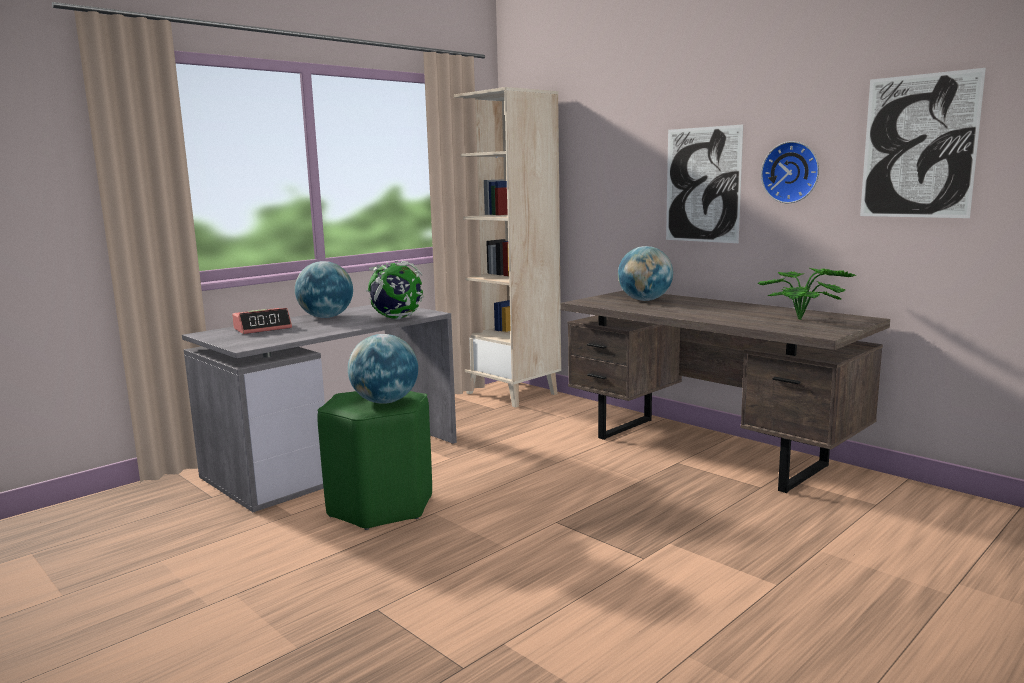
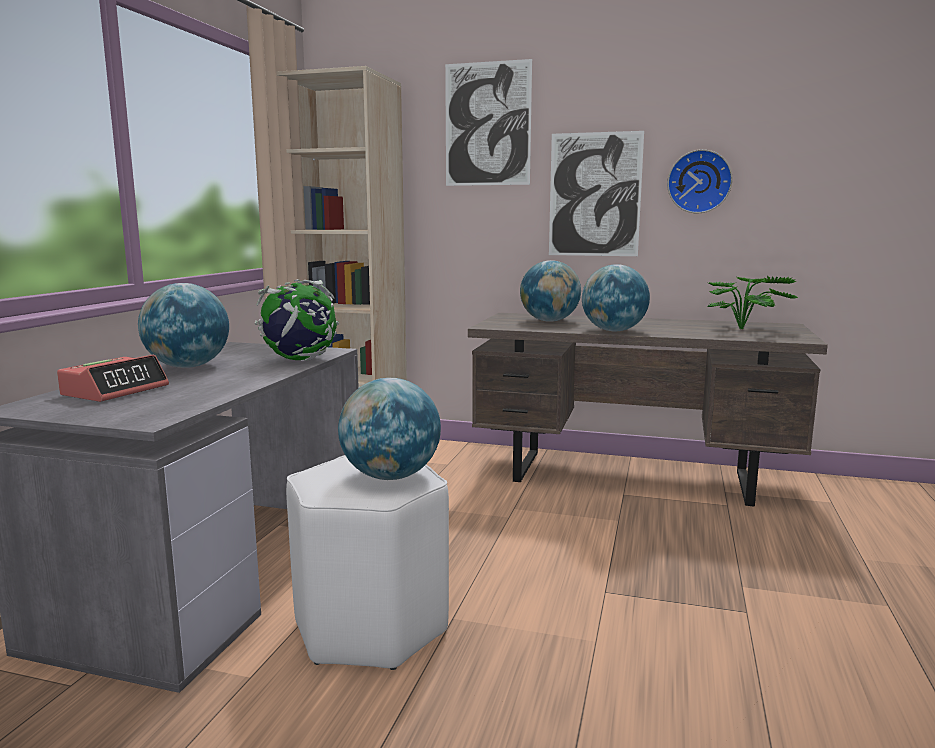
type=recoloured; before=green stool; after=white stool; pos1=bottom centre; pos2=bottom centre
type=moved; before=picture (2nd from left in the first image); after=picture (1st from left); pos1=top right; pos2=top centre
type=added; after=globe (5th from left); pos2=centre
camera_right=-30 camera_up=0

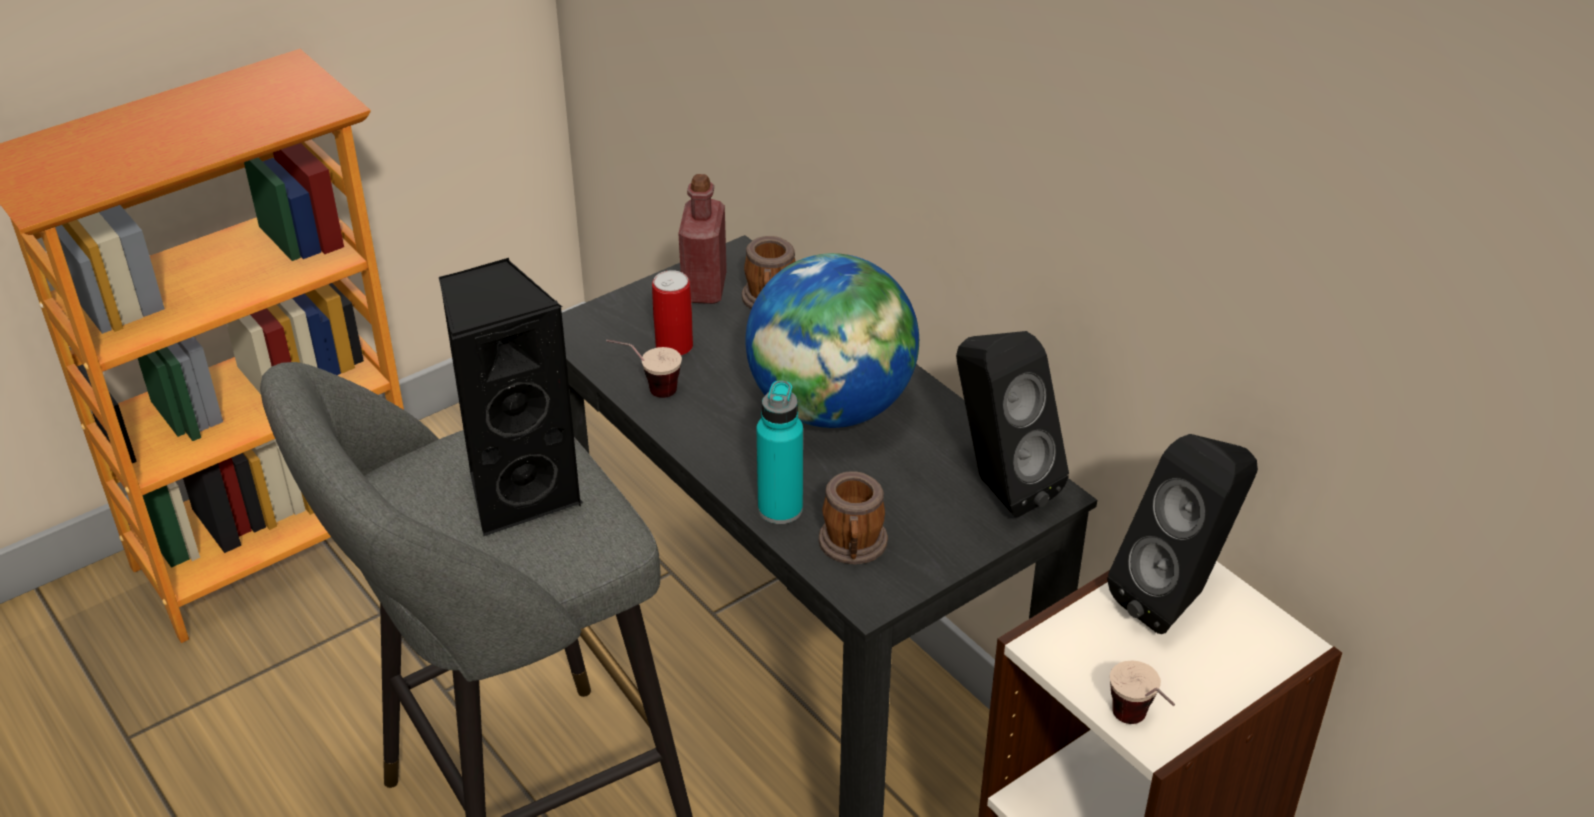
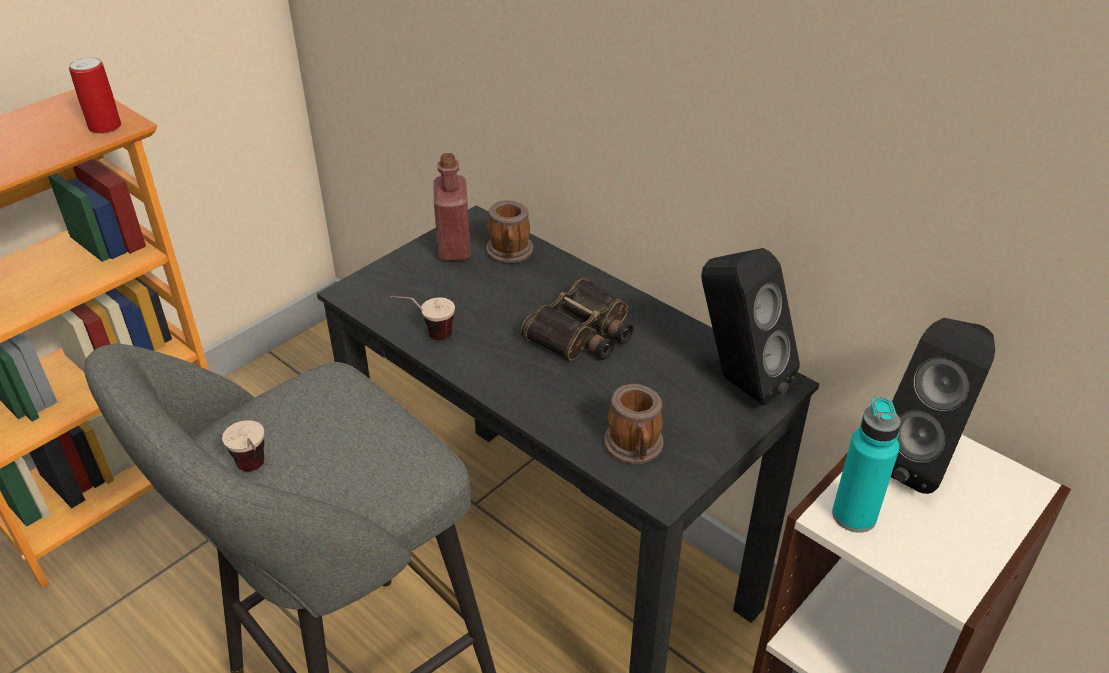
type=removed; before=black speaker (1st from left); pos1=middle left
type=moved; before=can; pos1=centre; pos2=top left
type=replaced; before=globe; after=binoculars; pos1=centre; pos2=centre
type=moved; before=turquoise bottle; pos1=centre; pos2=bottom right
type=moved; before=cup (2nd from left in the first image); after=cup (1st from left); pos1=bottom right; pos2=middle left
camera_right=-10 camera_up=0

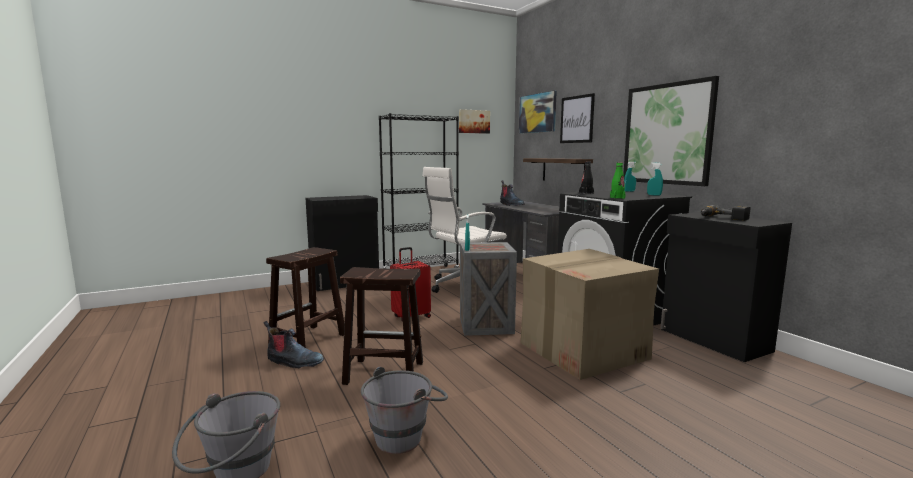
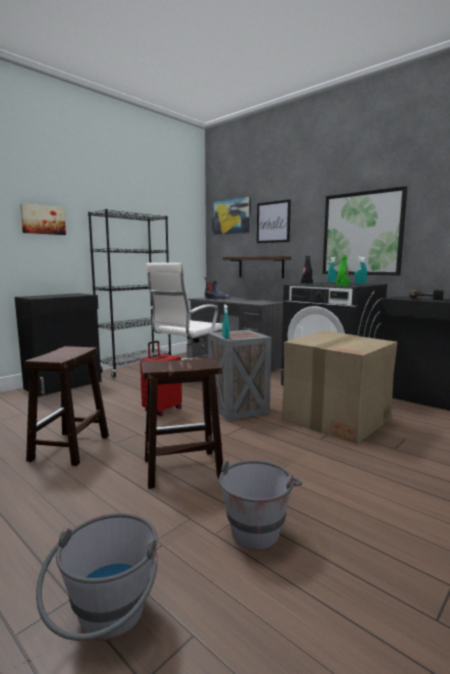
type=removed; before=boot (1st from left); pos1=bottom left
type=moved; before=picture (1st from left); pos1=top centre; pos2=top left
camera_right=-20 camera_up=0

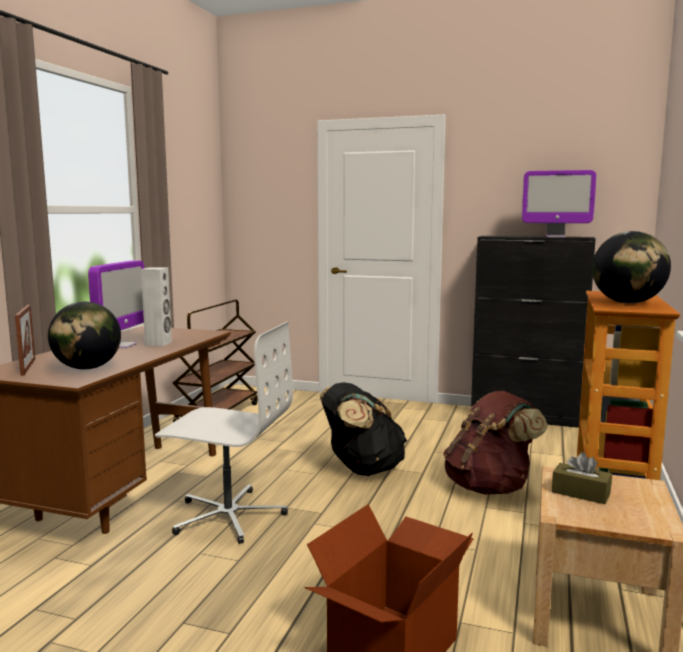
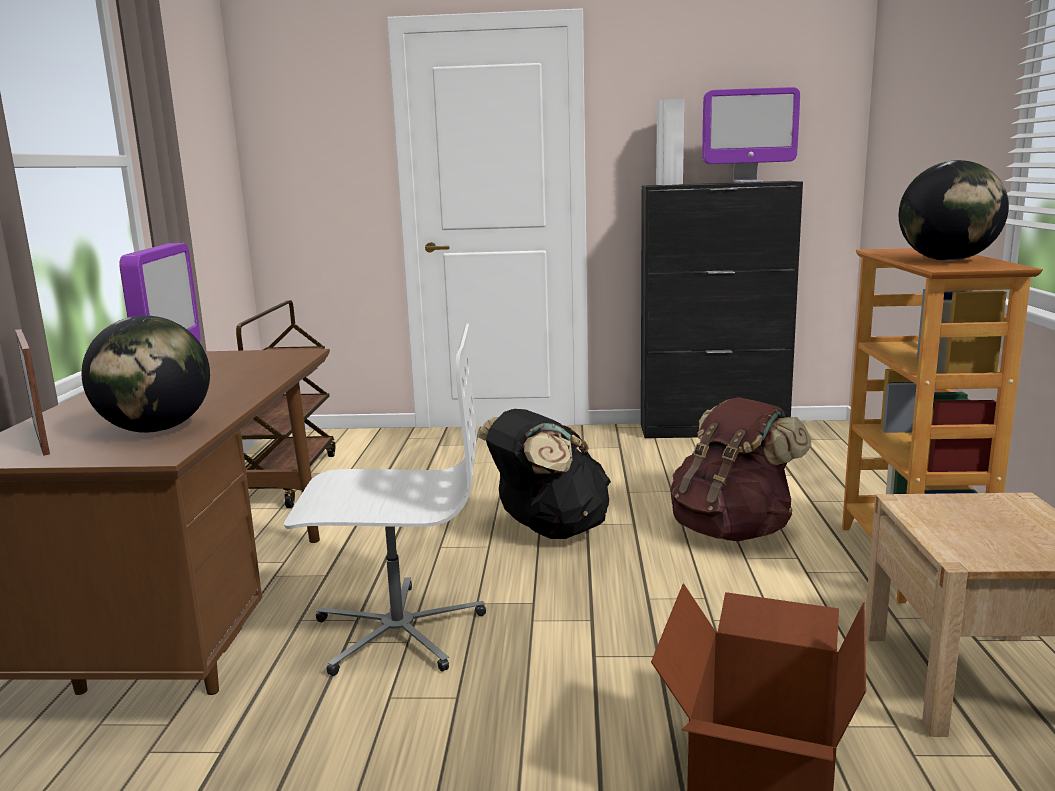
type=moved; before=white speaker; pos1=middle left; pos2=top centre
type=removed; before=brown tissue box; pos1=bottom right
camera_right=-15 camera_up=5

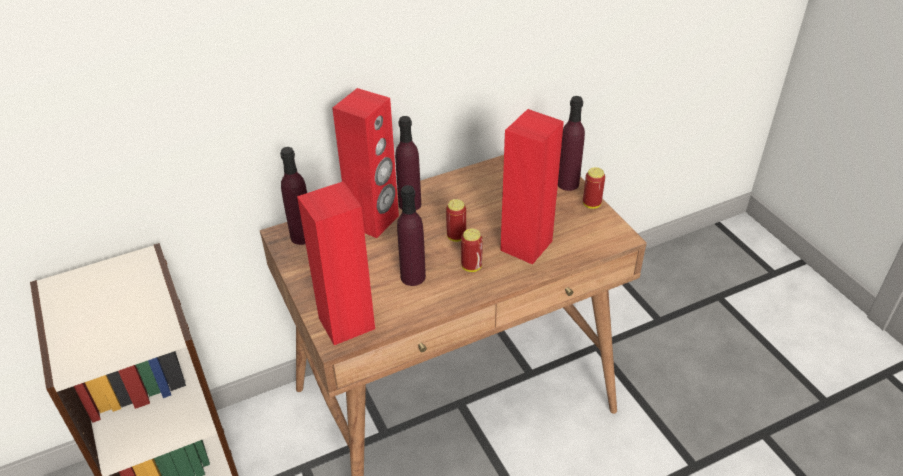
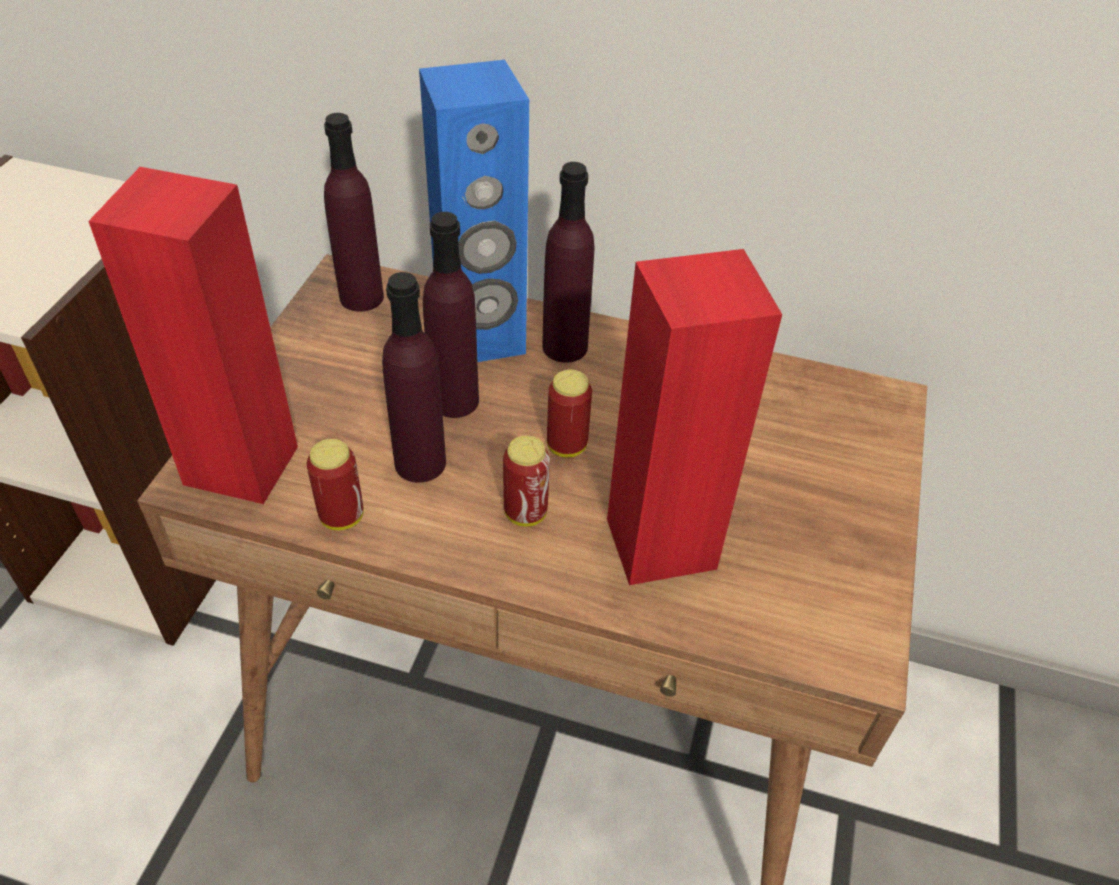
type=recoloured; before=red speaker (2nd from left); after=blue speaker; pos1=centre; pos2=top centre
type=moved; before=purple bottle (4th from left in the first image); after=purple bottle (3rd from left); pos1=top centre; pos2=centre
type=moved; before=can (3rd from left in the first image); after=can (1st from left); pos1=centre; pos2=middle left
camera_right=40 camera_up=5

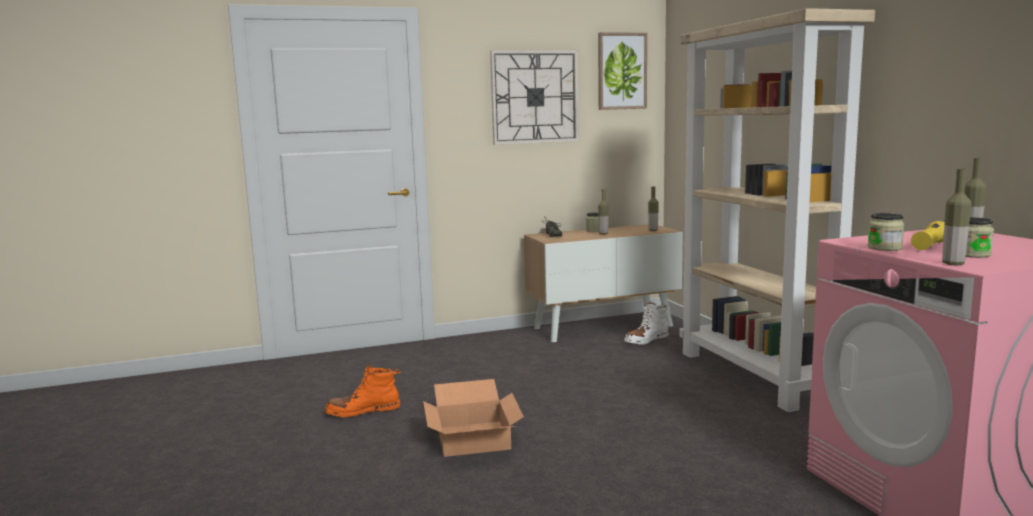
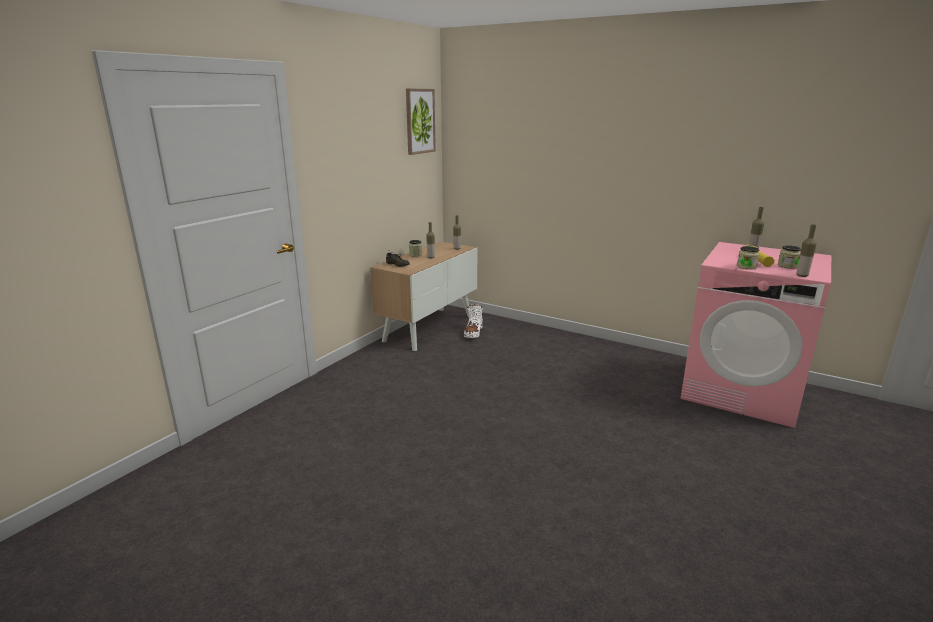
type=removed; before=orange boot; pos1=bottom centre
type=removed; before=cardboard box; pos1=bottom centre
type=removed; before=wall clock; pos1=top centre
type=removed; before=beige bookcase; pos1=middle right
camera_right=-40 camera_up=10

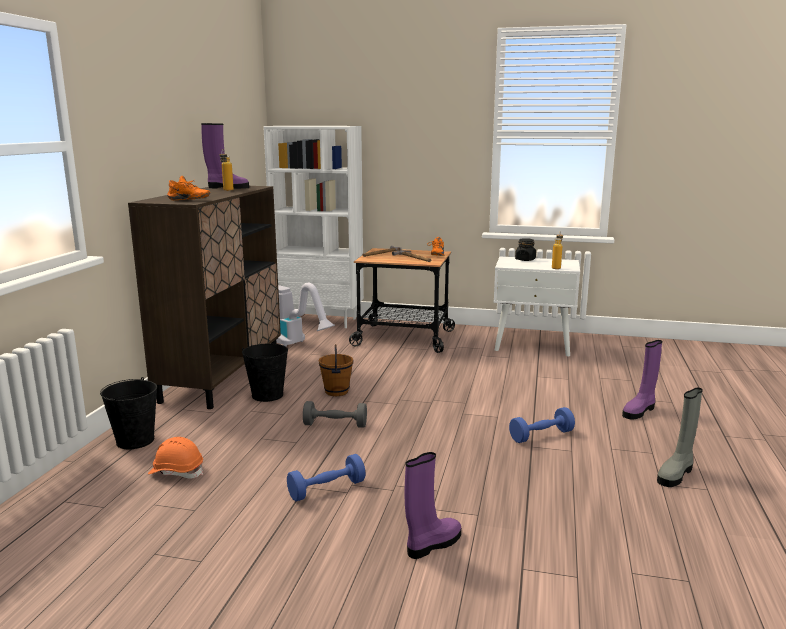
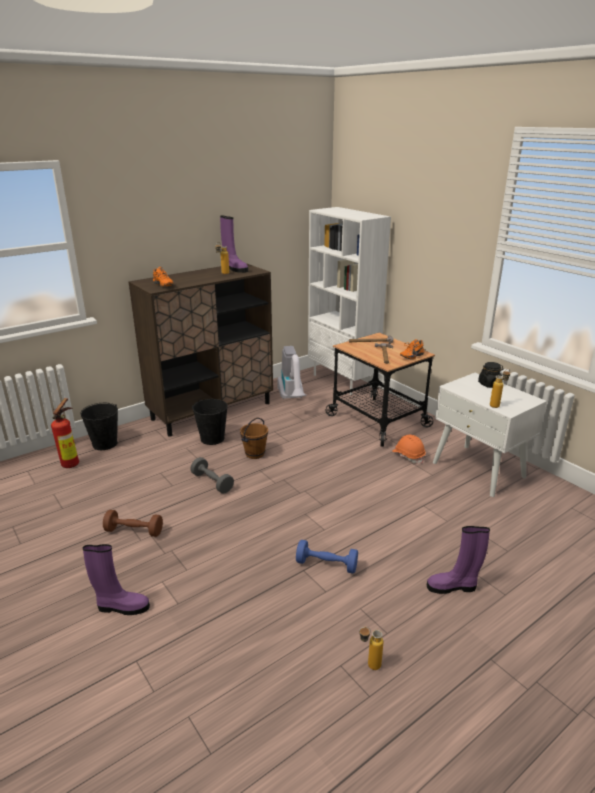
type=moved; before=orange hard hat; pos1=bottom left; pos2=middle right
type=recoloured; before=blue dumbbell (1st from left); after=brown dumbbell; pos1=bottom centre; pos2=middle left
type=replaced; before=grey boot; after=bottle (2nd from left); pos1=bottom right; pos2=bottom centre
type=added; after=fire extinguisher; pos2=middle left
camera_right=40 camera_up=10

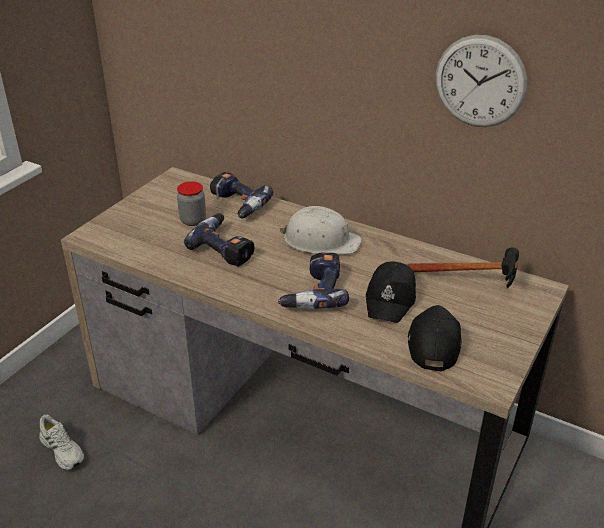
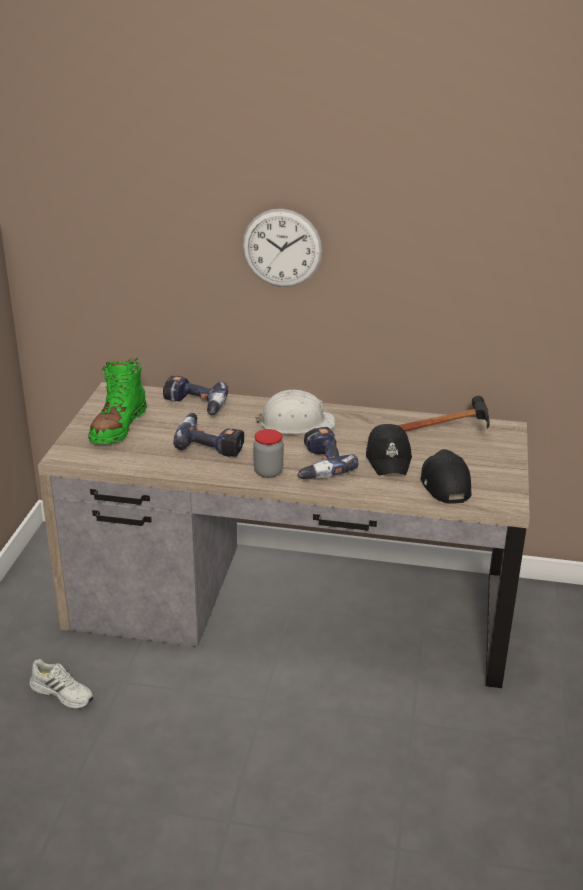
type=moved; before=jar; pos1=middle left; pos2=centre
type=moved; before=wall clock; pos1=top right; pos2=top centre
type=added; after=green boot; pos2=middle left
camera_right=-20 camera_up=-5

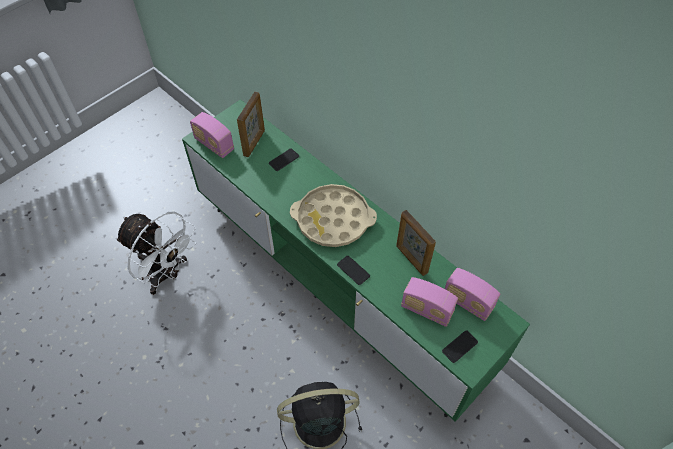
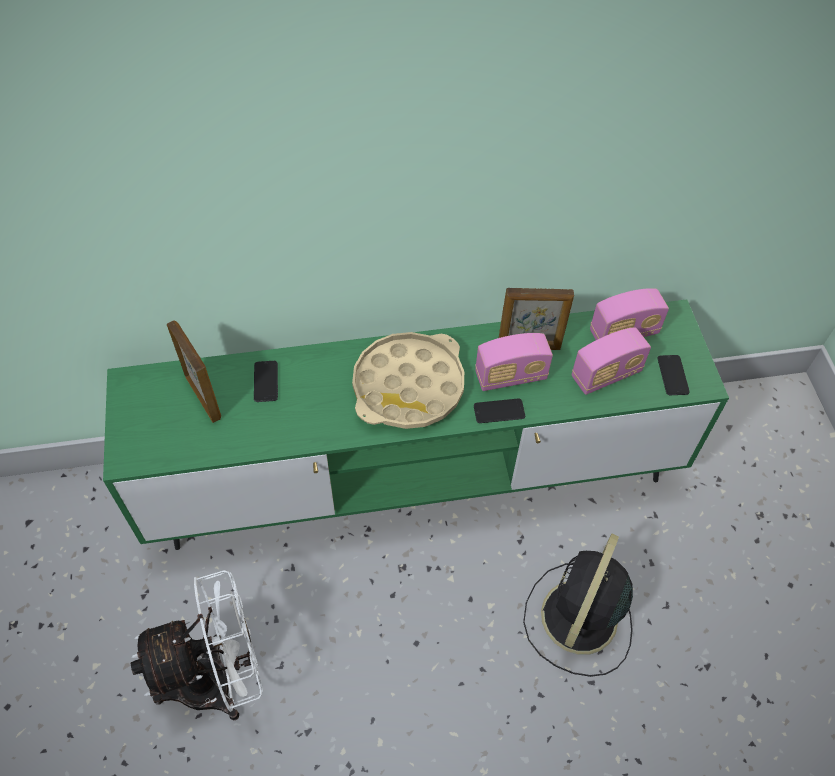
type=moved; before=radio (1st from left); pos1=top left; pos2=centre
camera_right=-55 camera_up=0

